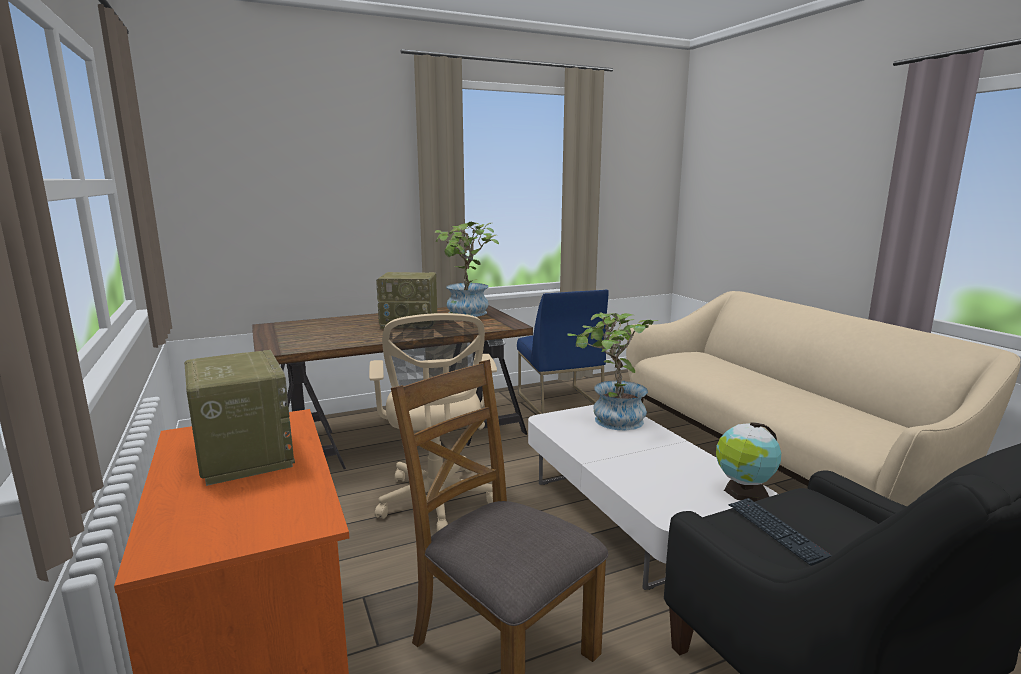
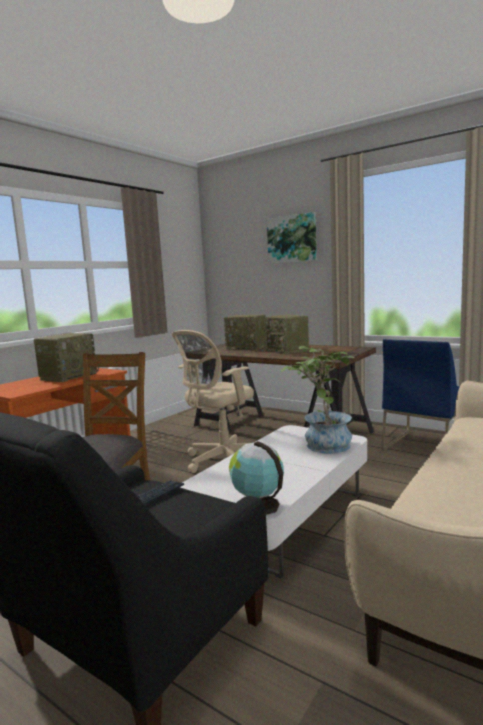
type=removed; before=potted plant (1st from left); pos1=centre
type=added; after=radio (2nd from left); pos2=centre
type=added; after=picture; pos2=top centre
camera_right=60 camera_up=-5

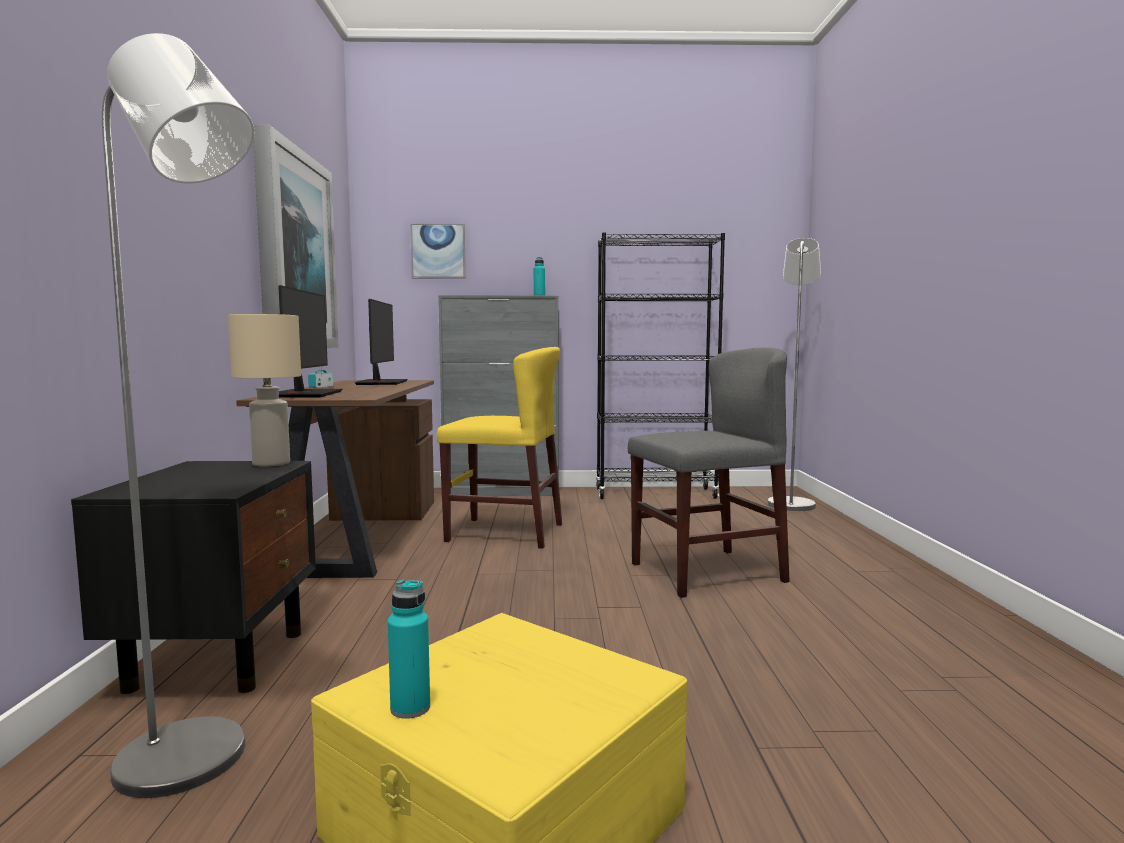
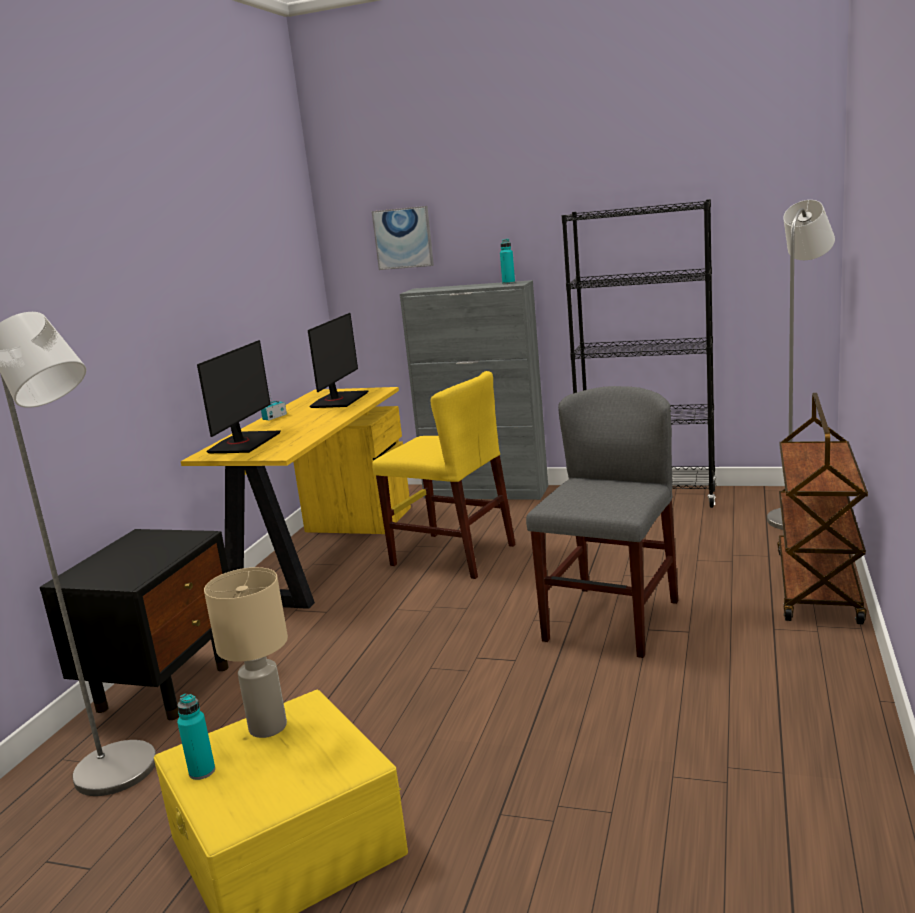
type=moved; before=beige table lamp; pos1=middle left; pos2=bottom left
type=recoloured; before=brown desk; after=yellow desk; pos1=middle left; pos2=middle left
type=removed; before=picture (1st from left); pos1=top left
type=turned; before=grey chair; pos1=centre; pos2=centre; turn=-60
type=added; after=brown cart; pos2=middle right
camera_right=20 camera_up=10

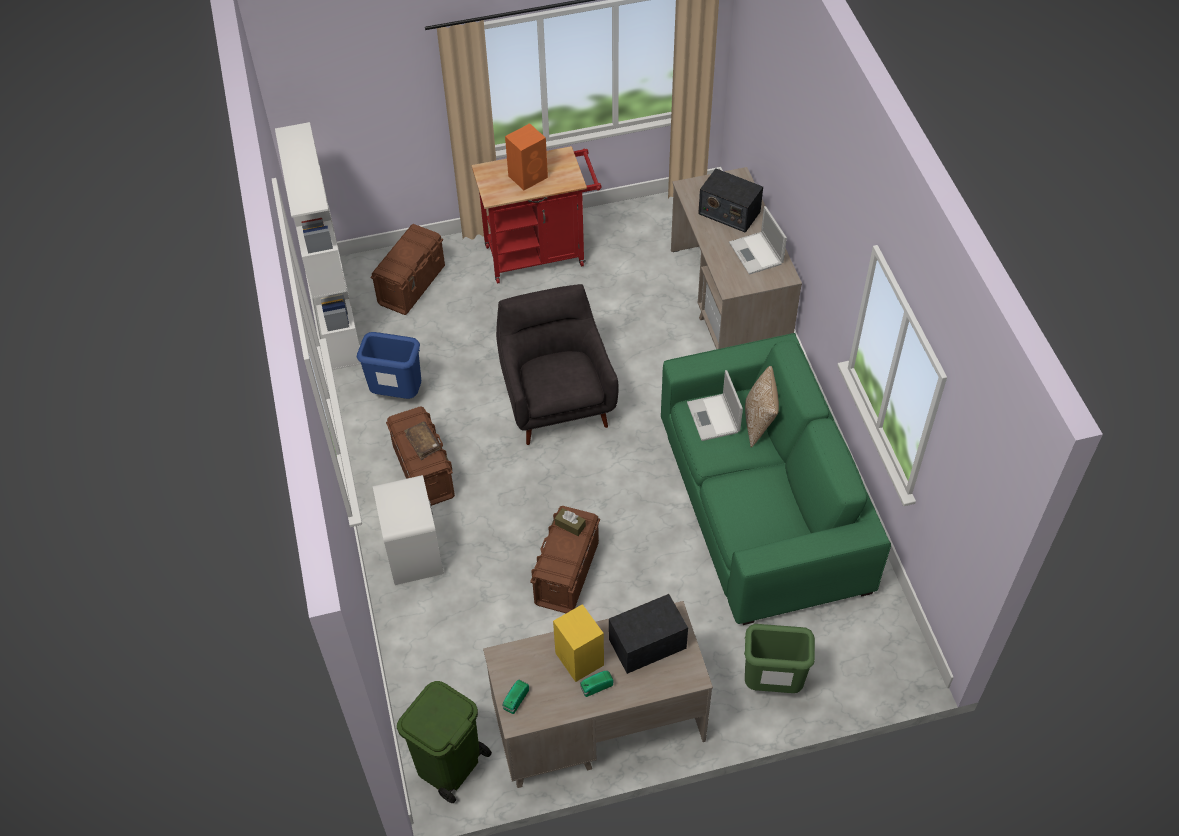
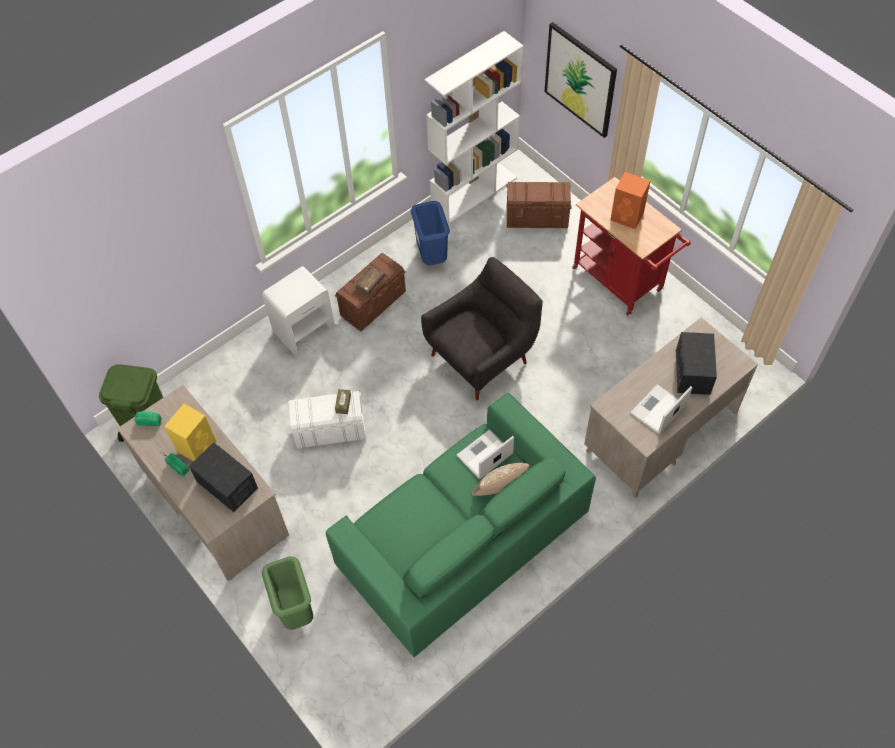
type=recoloured; before=brown storage box (3rd from left); after=white storage box; pos1=bottom centre; pos2=centre
type=added; after=picture; pos2=top centre
camera_right=65 camera_up=5

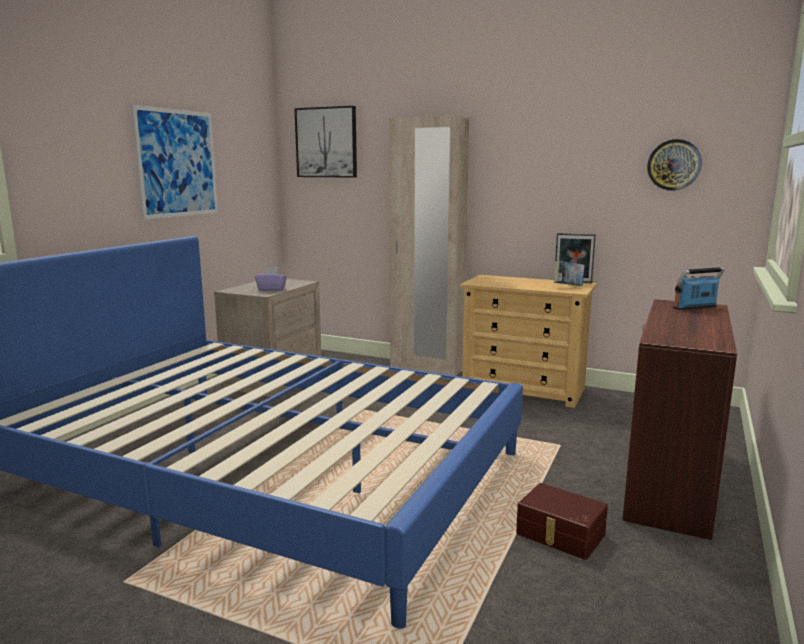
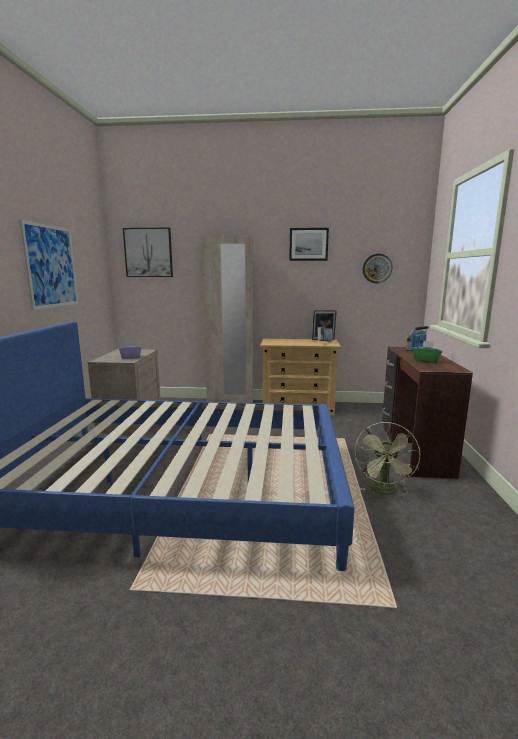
type=replaced; before=brown storage box; after=green fan; pos1=bottom right; pos2=middle right
type=added; after=picture (3rd from left); pos2=top centre
type=added; after=green tissue box; pos2=middle right
camera_right=-20 camera_up=0

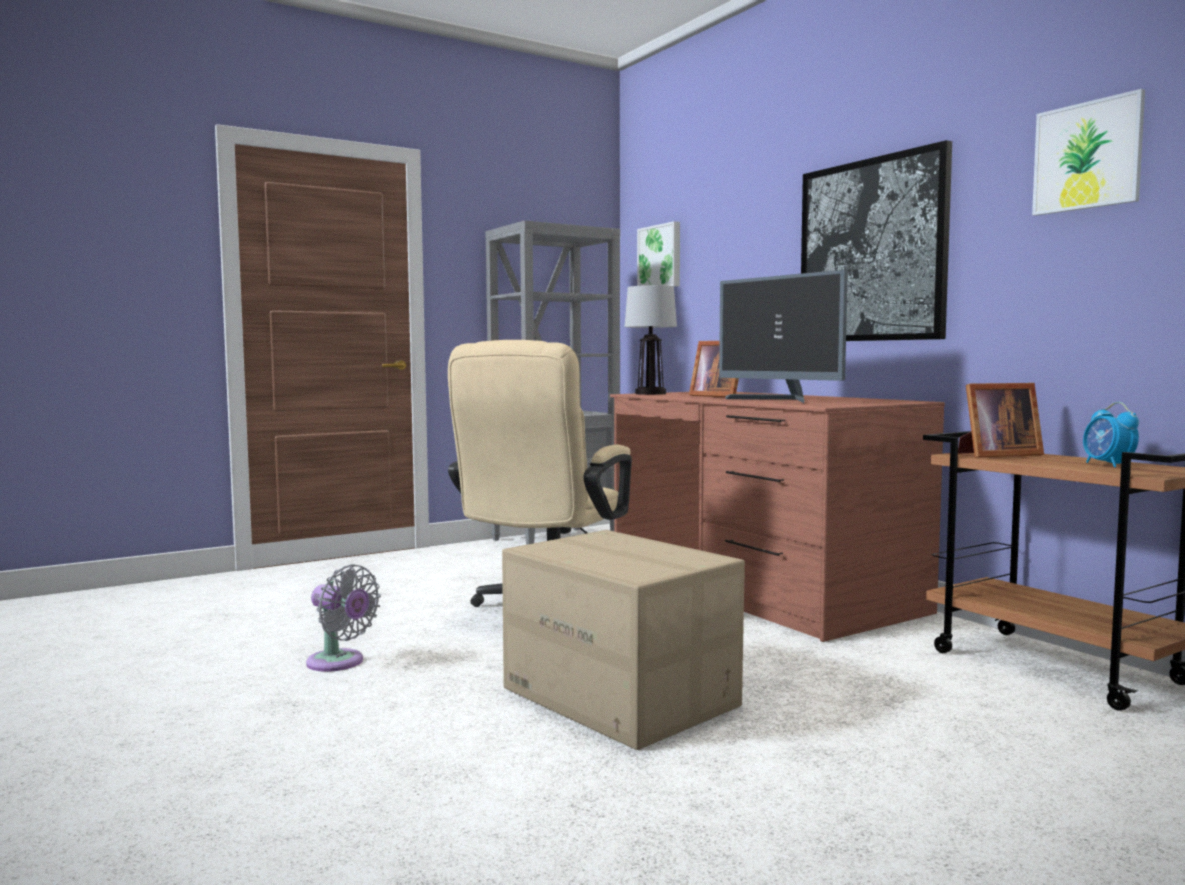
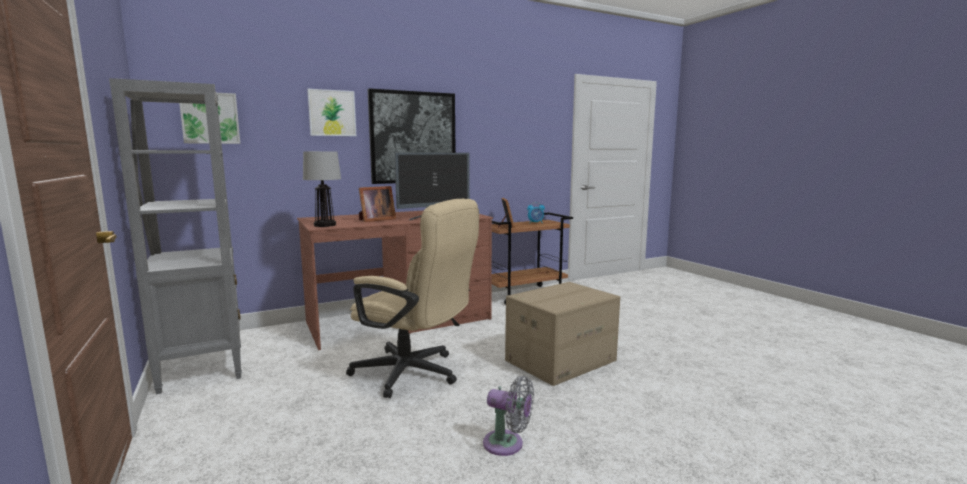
type=turned; before=grey fan; pos1=bottom left; pos2=bottom centre; turn=75
type=moved; before=picture (3rd from left in the first image); after=picture (2nd from left); pos1=top right; pos2=top centre
camera_right=-85 camera_up=5

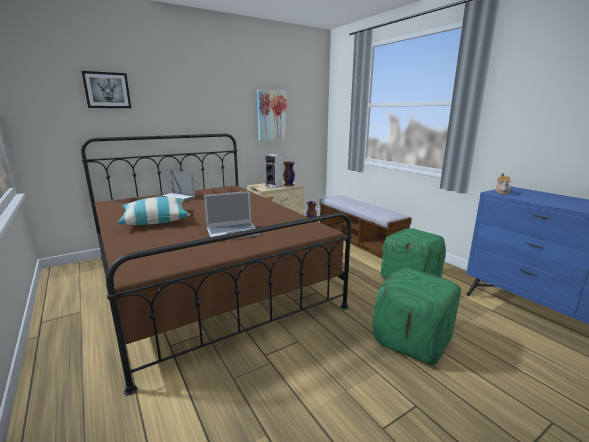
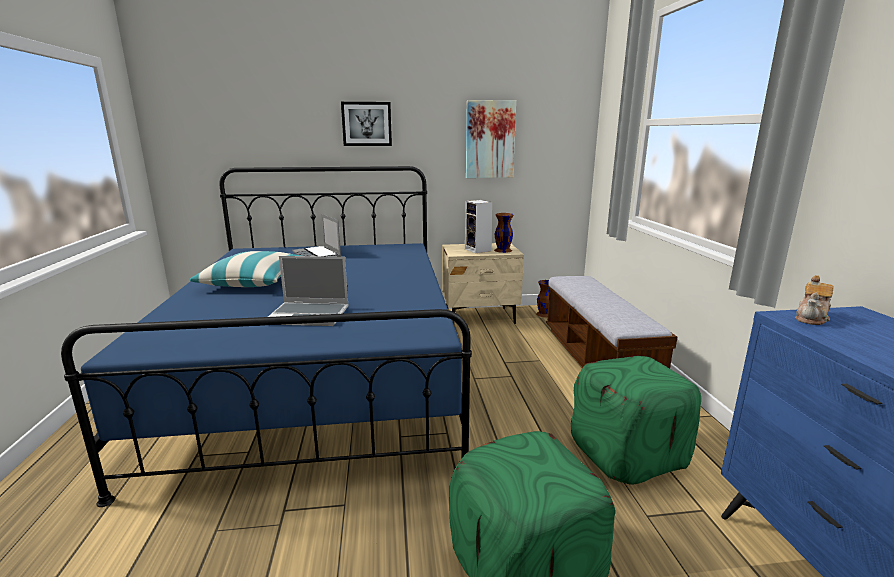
type=recoloured; before=brown bed; after=blue bed; pos1=centre; pos2=middle left
type=moved; before=picture (1st from left); pos1=top left; pos2=top centre
camera_right=25 camera_up=0

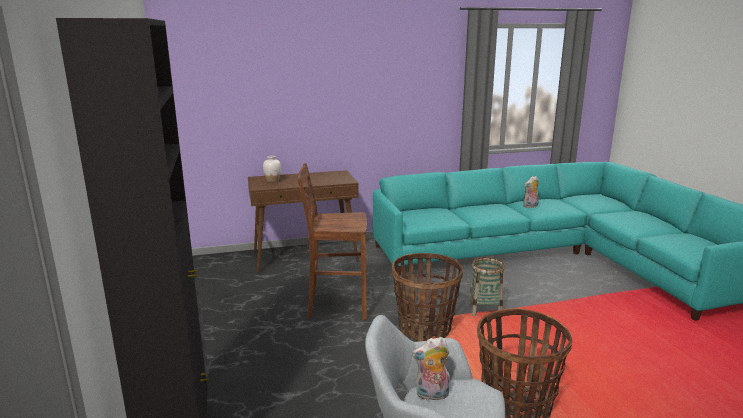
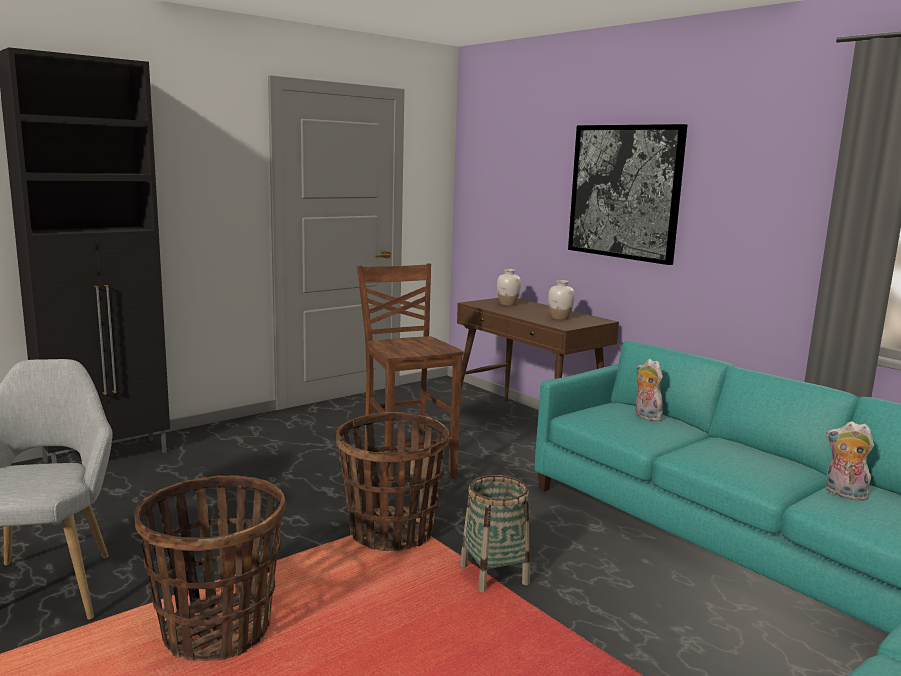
type=moved; before=plush toy (1st from left); pos1=bottom centre; pos2=middle right
type=added; after=white vase (2nd from left); pos2=centre
type=added; after=picture; pos2=top right
camera_right=65 camera_up=-5

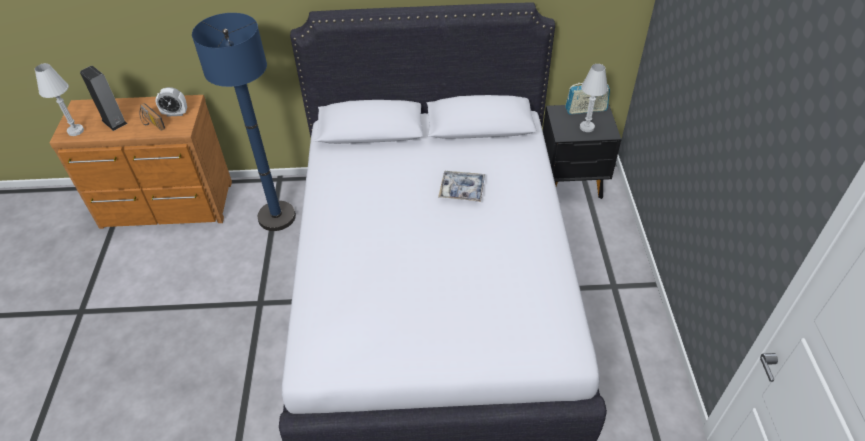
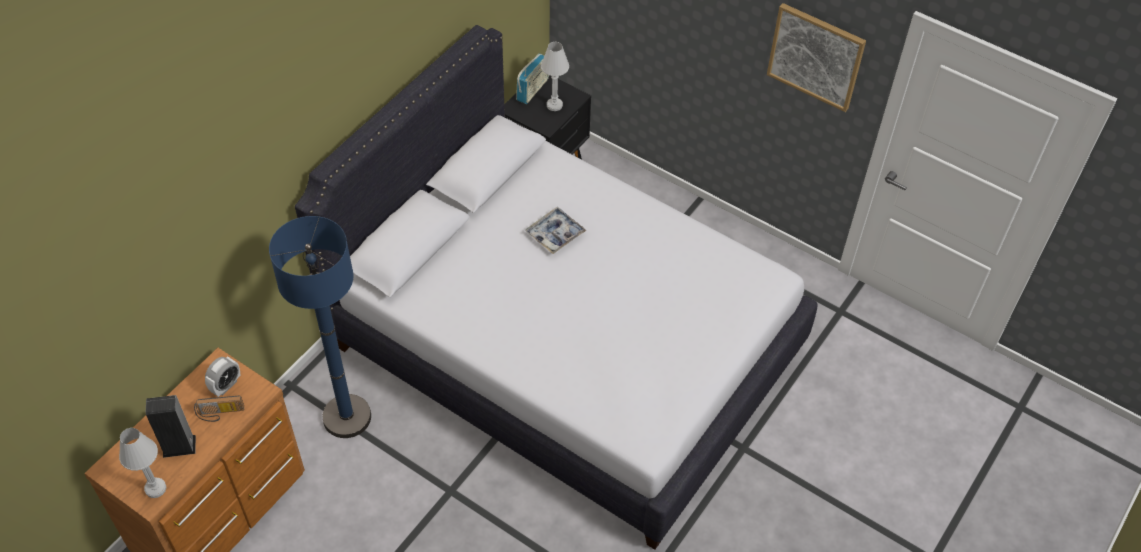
type=added; after=picture; pos2=top right
camera_right=-55 camera_up=5

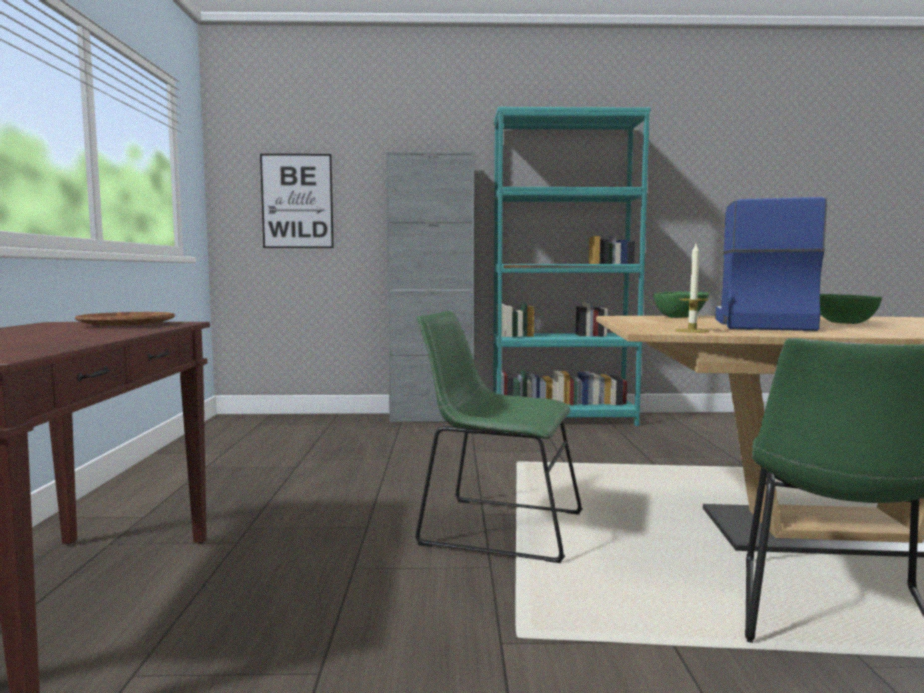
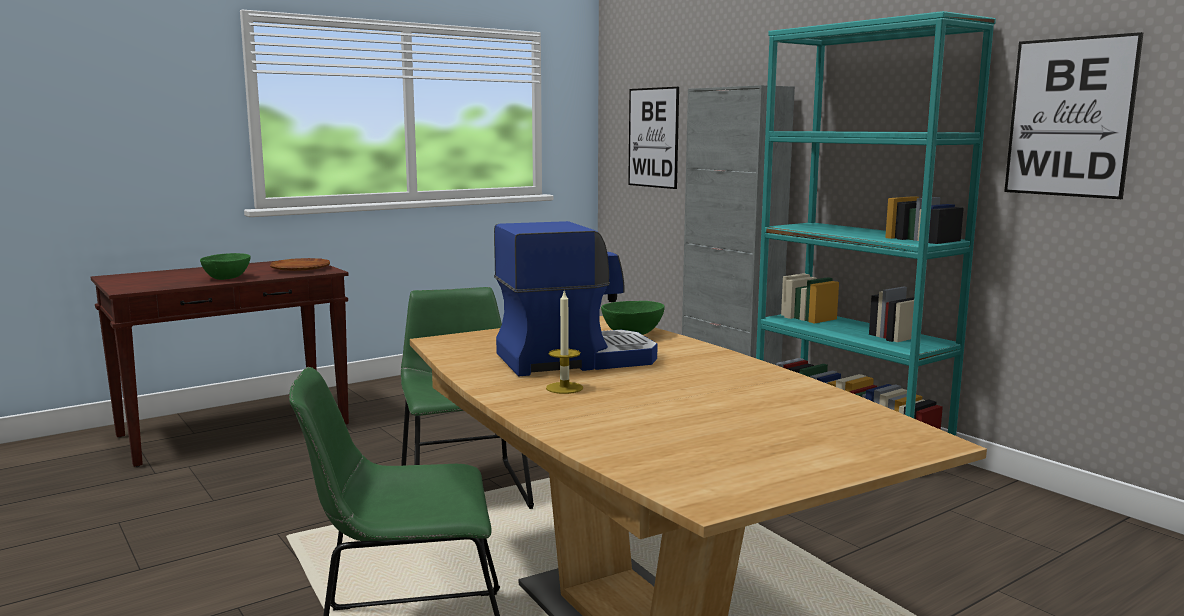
type=moved; before=candle; pos1=middle right; pos2=centre
type=moved; before=green bowl (2nd from left in the first image); after=green bowl (1st from left); pos1=middle right; pos2=middle left
type=added; after=picture (2nd from left); pos2=top right
camera_right=55 camera_up=5

